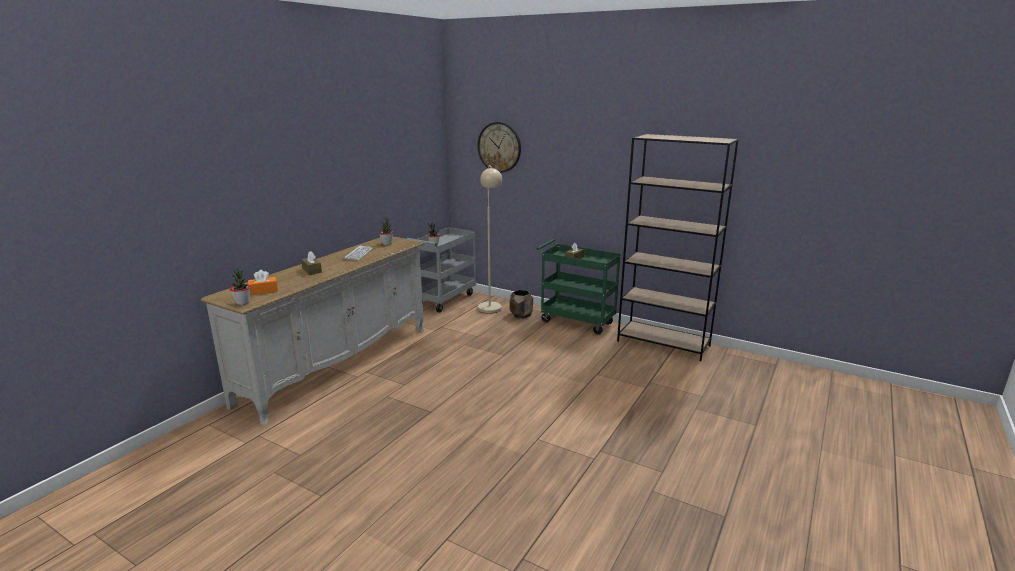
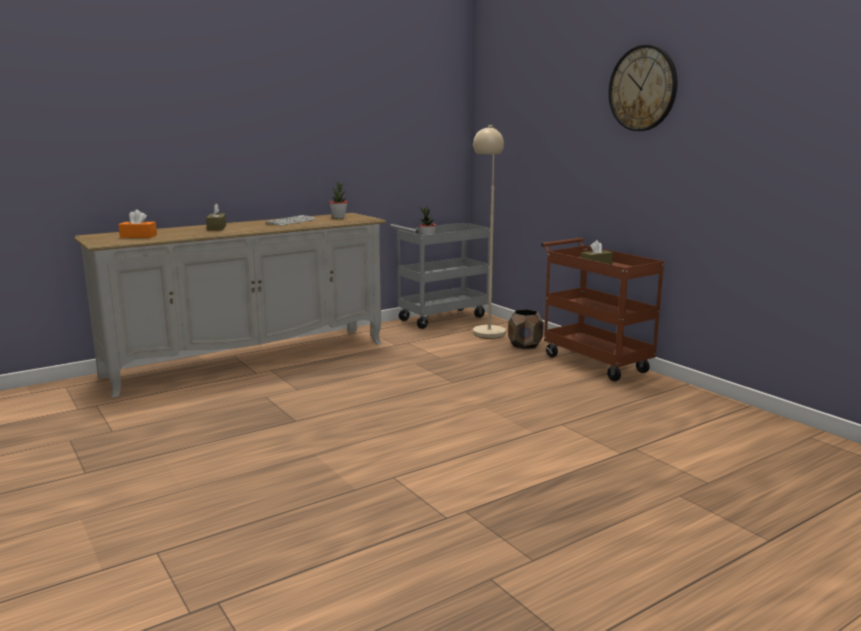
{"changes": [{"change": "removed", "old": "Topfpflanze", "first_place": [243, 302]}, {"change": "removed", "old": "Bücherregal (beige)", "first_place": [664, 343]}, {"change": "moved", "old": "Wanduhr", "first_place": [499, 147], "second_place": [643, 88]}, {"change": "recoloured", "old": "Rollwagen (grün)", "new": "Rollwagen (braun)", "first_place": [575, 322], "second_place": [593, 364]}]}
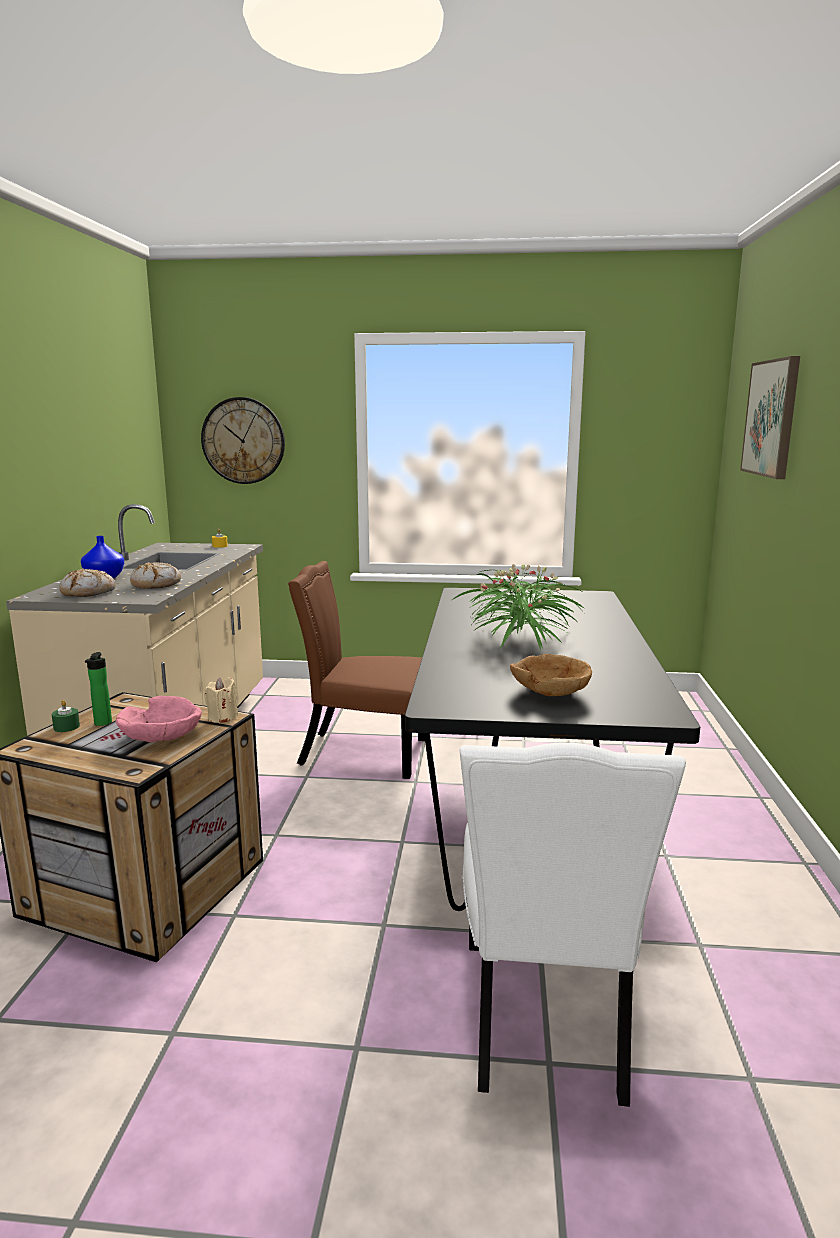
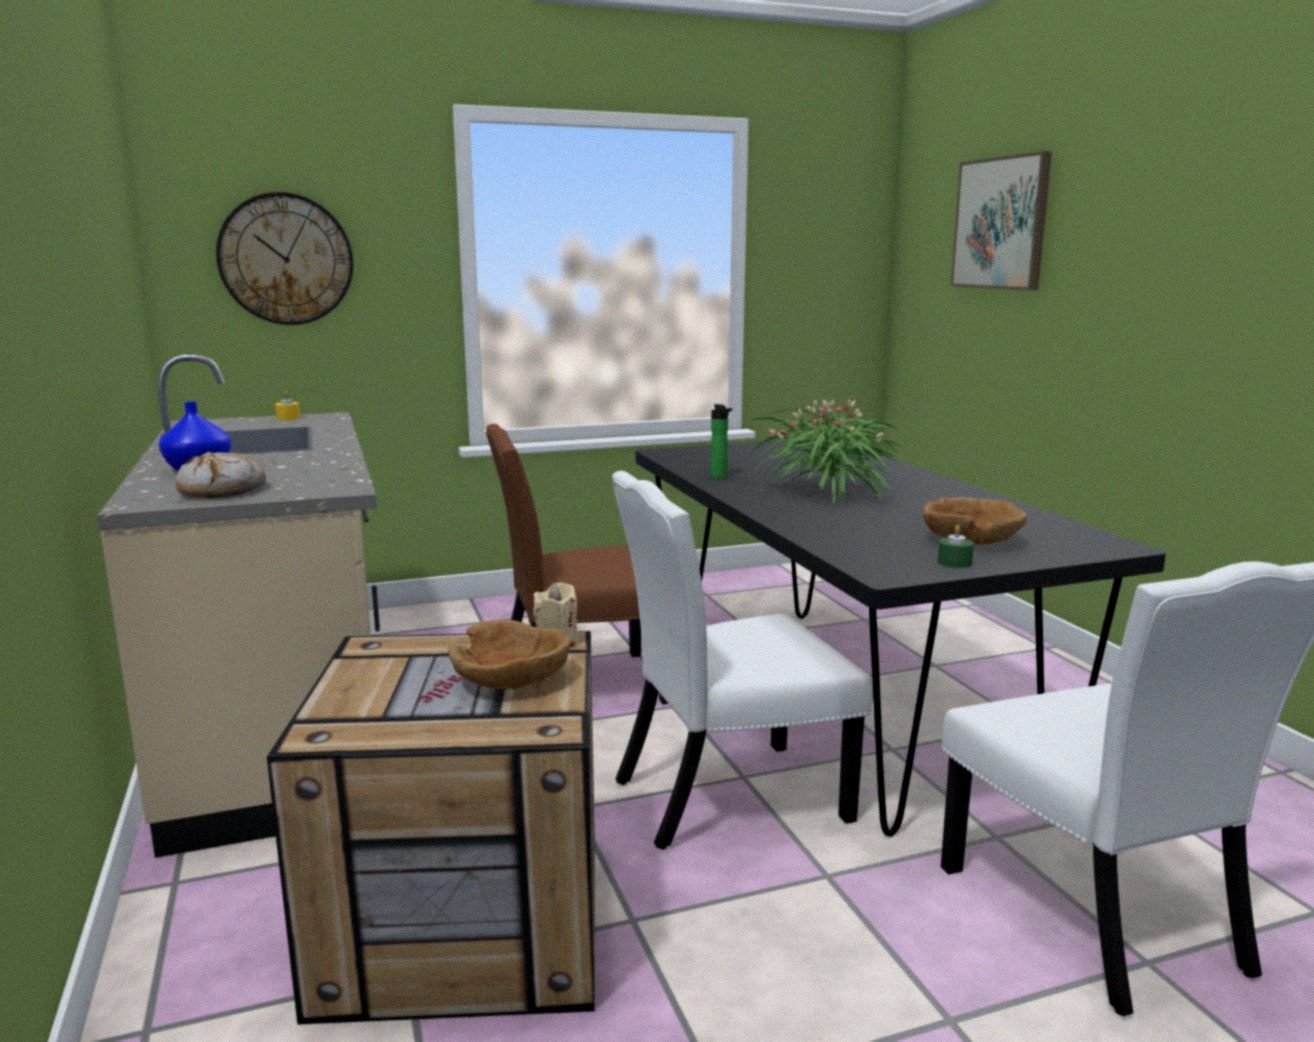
{"changes": [{"change": "removed", "old": "Brot", "first_place": [156, 584]}, {"change": "added", "new": "Stuhl (weiß)", "second_place": [733, 795]}, {"change": "moved", "old": "Kerze (grün)", "first_place": [66, 727], "second_place": [954, 562]}, {"change": "moved", "old": "Flasche", "first_place": [102, 724], "second_place": [720, 477]}, {"change": "recoloured", "old": "Schüssel (rosa)", "new": "Schüssel (braun)", "first_place": [162, 736], "second_place": [512, 679]}]}
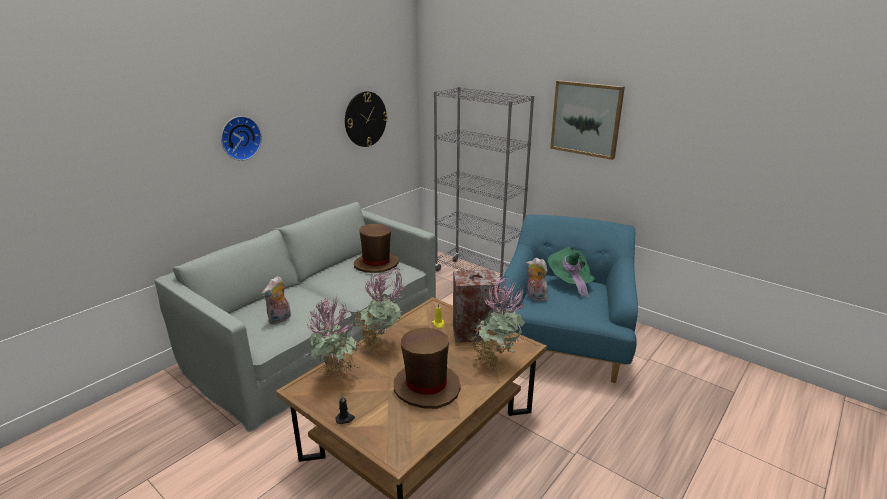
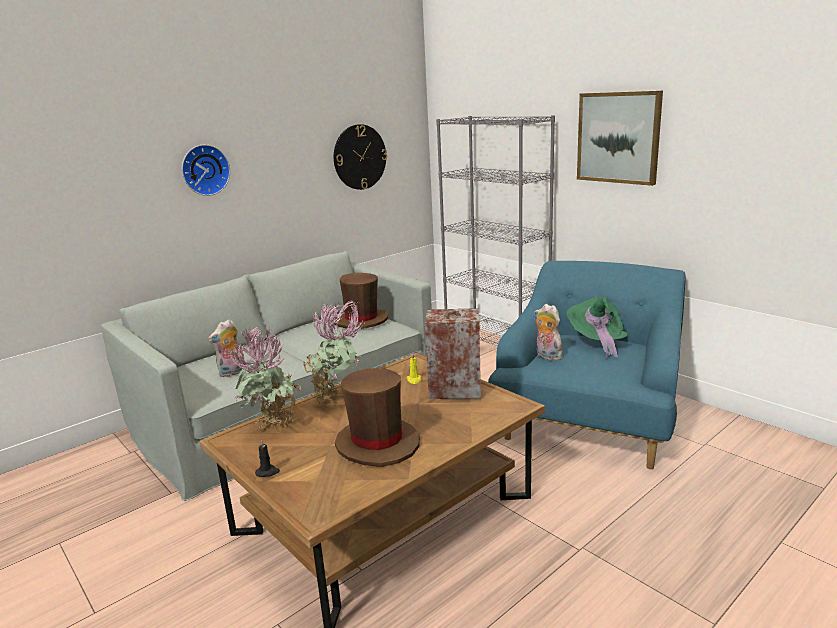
{"changes": [{"change": "removed", "old": "Topfpflanze", "first_place": [495, 361]}]}
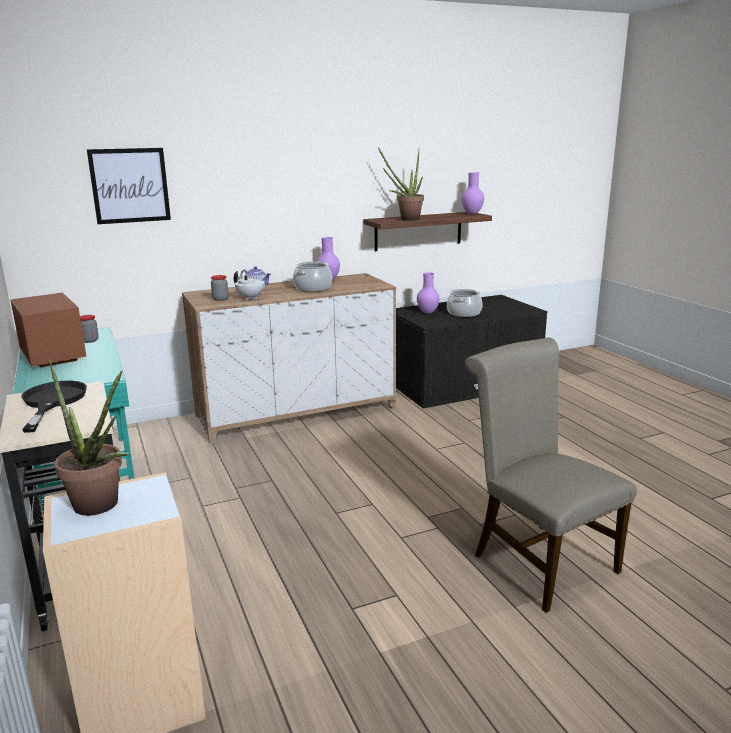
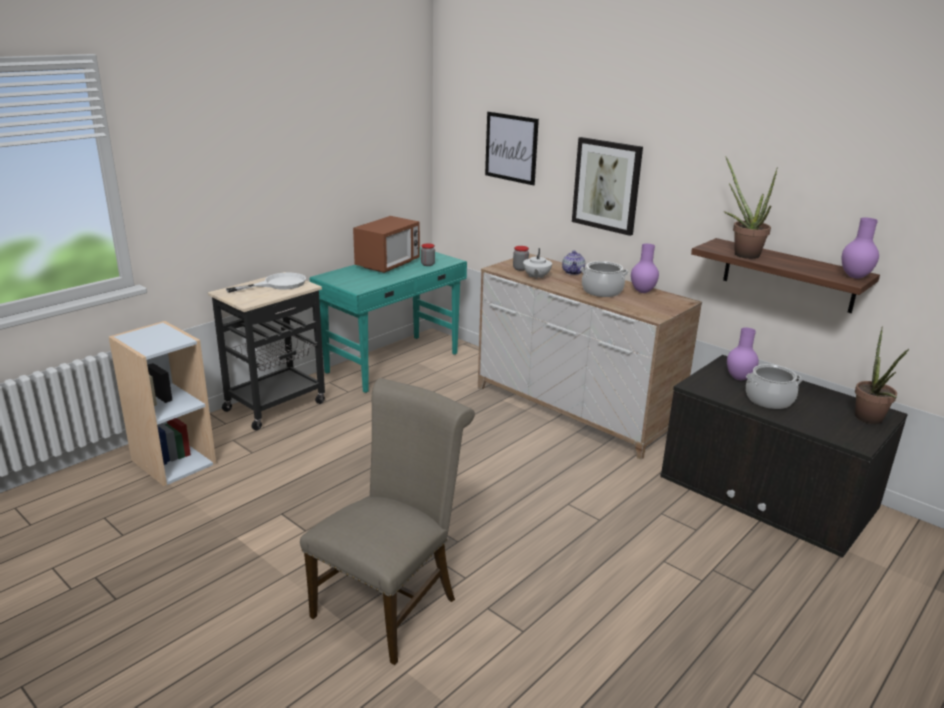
{"changes": [{"change": "added", "new": "Bild", "second_place": [607, 185]}, {"change": "moved", "old": "Topfpflanze", "first_place": [102, 507], "second_place": [870, 420]}, {"change": "recoloured", "old": "Pfanne (schwarz)", "new": "Pfanne (weiß)", "first_place": [52, 402], "second_place": [277, 284]}]}
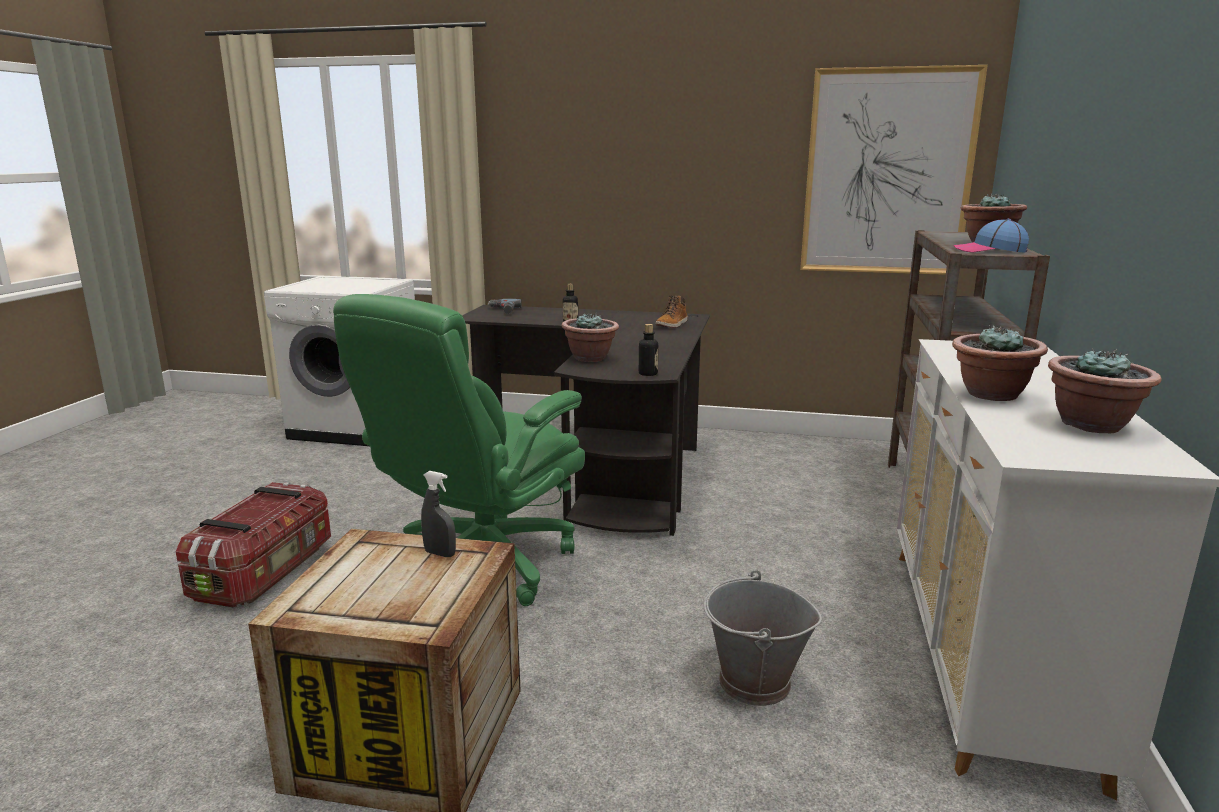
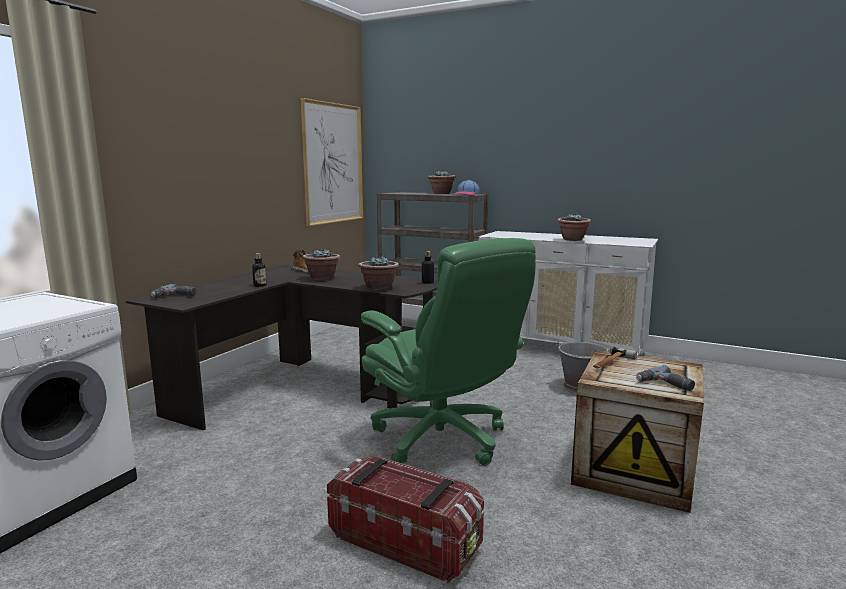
{"changes": [{"change": "added", "new": "Bohrmaschine", "second_place": [665, 385]}, {"change": "moved", "old": "Topfpflanze", "first_place": [1092, 425], "second_place": [322, 278]}, {"change": "replaced", "old": "Sprühflasche (grau)", "new": "Hammer", "first_place": [440, 554], "second_place": [611, 363]}]}
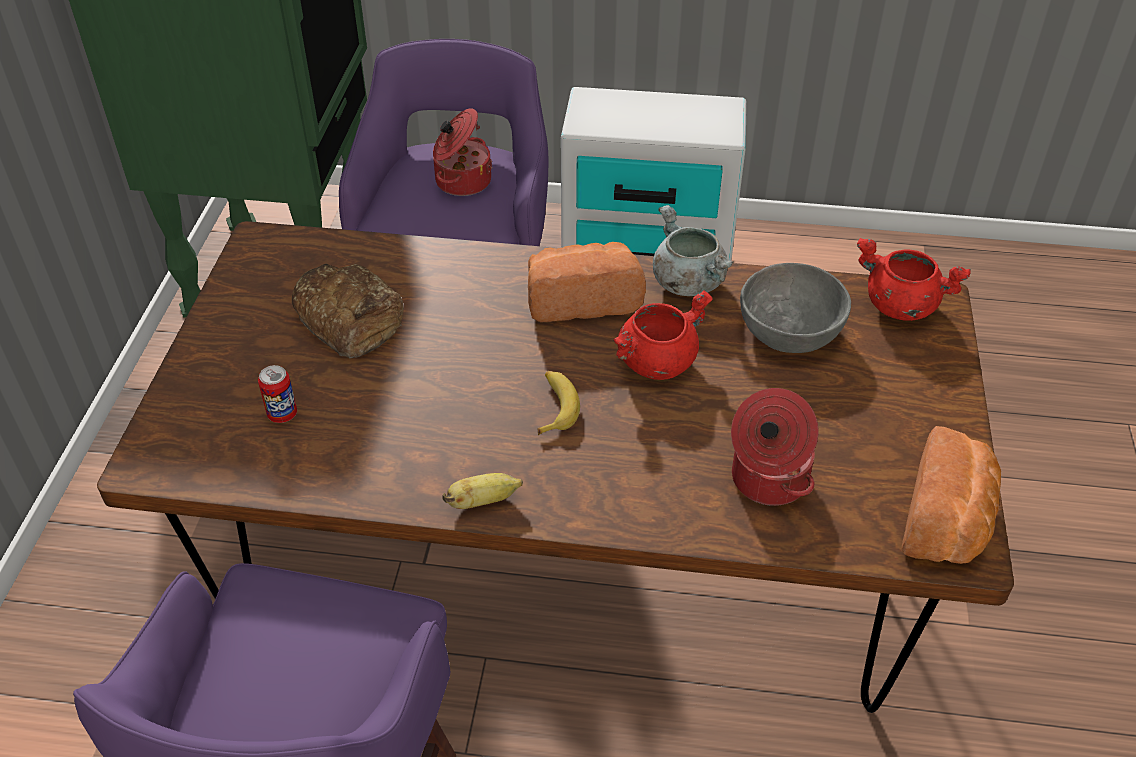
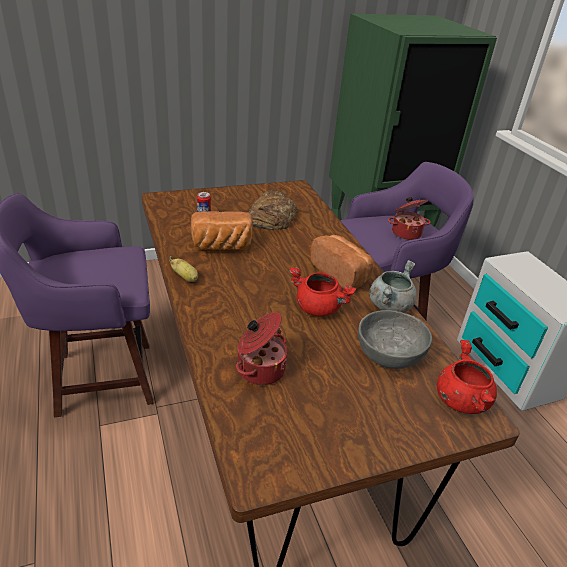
{"changes": [{"change": "removed", "old": "Banane", "first_place": [554, 407]}, {"change": "moved", "old": "Brot", "first_place": [947, 521], "second_place": [221, 247]}]}
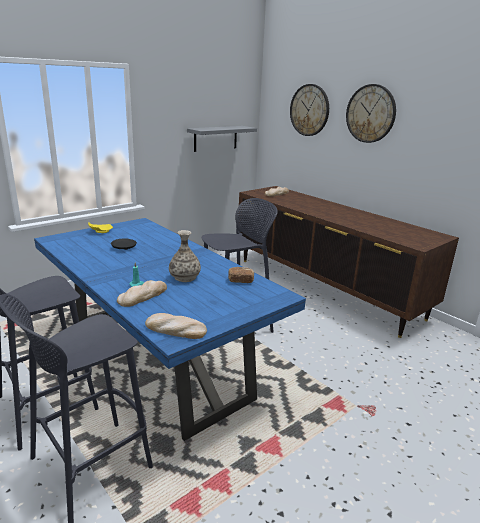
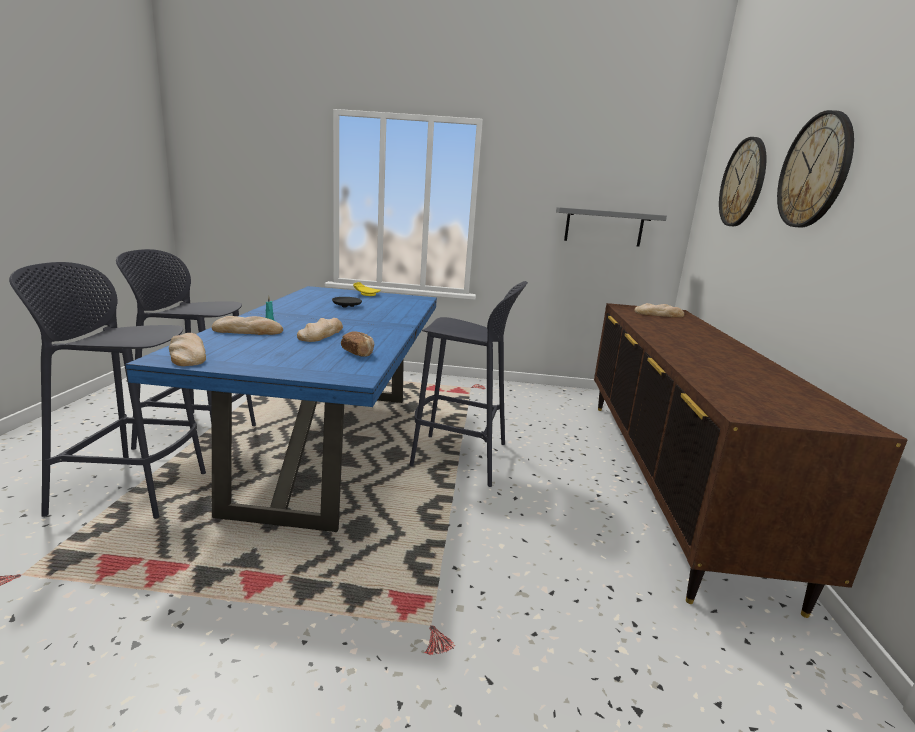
{"changes": [{"change": "replaced", "old": "Vase", "new": "Brot", "first_place": [185, 277], "second_place": [321, 334]}]}
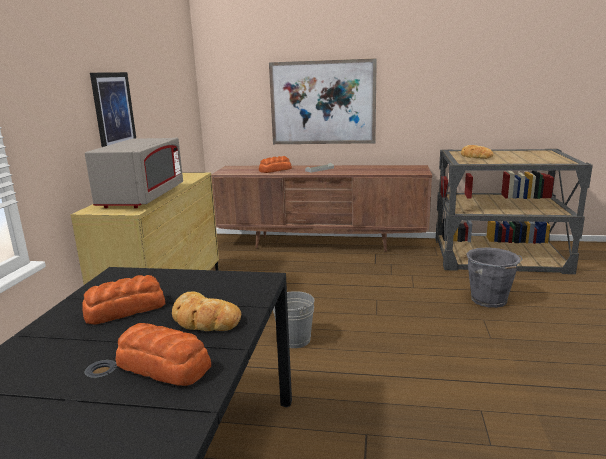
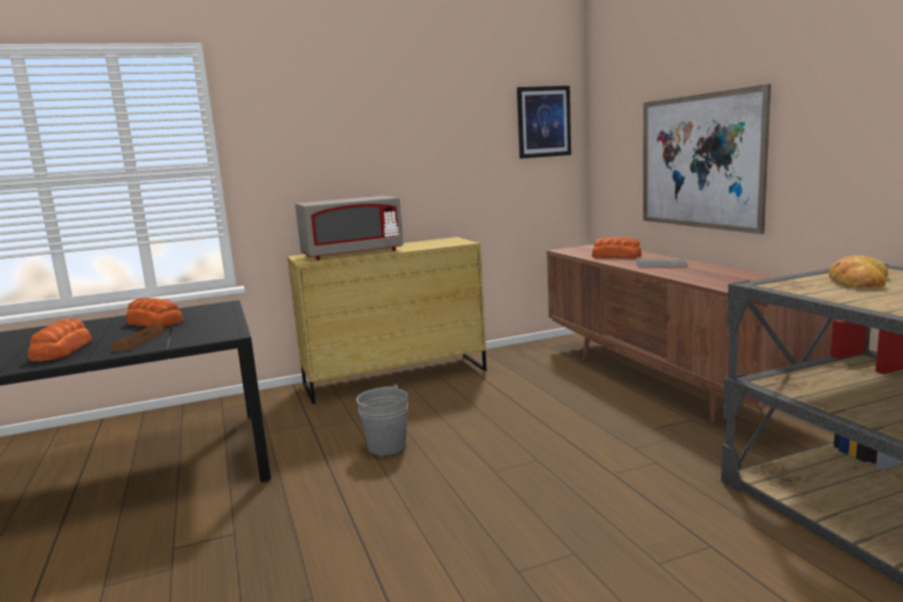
{"changes": [{"change": "removed", "old": "Eimer (grau)", "first_place": [489, 300]}, {"change": "moved", "old": "Bild", "first_place": [113, 111], "second_place": [543, 122]}, {"change": "replaced", "old": "Brot", "new": "Tablett (braun)", "first_place": [204, 319], "second_place": [138, 341]}]}
